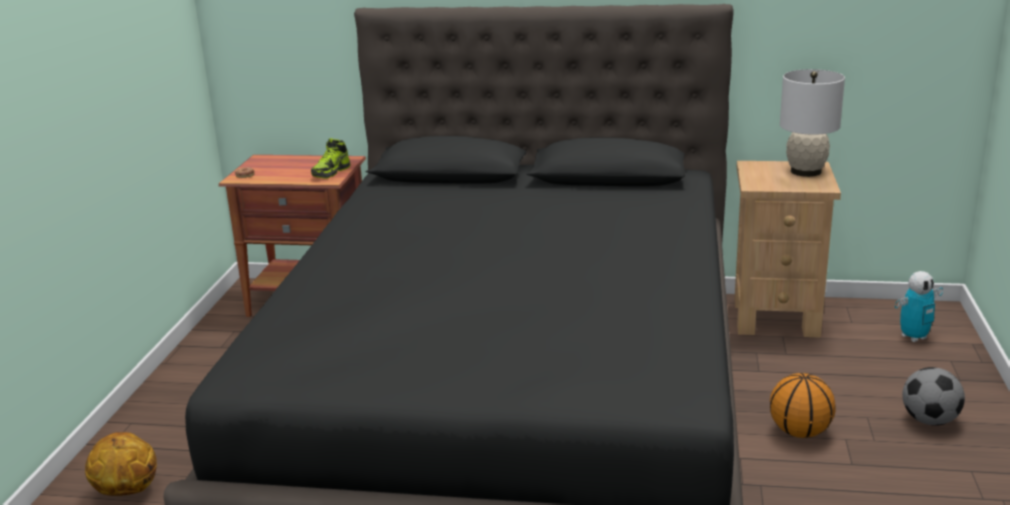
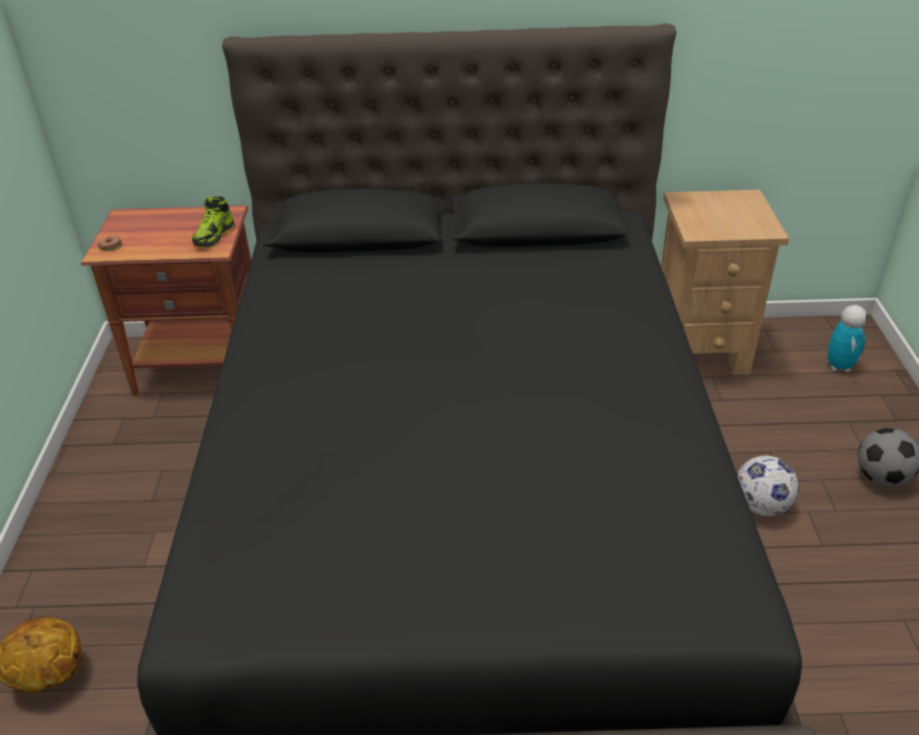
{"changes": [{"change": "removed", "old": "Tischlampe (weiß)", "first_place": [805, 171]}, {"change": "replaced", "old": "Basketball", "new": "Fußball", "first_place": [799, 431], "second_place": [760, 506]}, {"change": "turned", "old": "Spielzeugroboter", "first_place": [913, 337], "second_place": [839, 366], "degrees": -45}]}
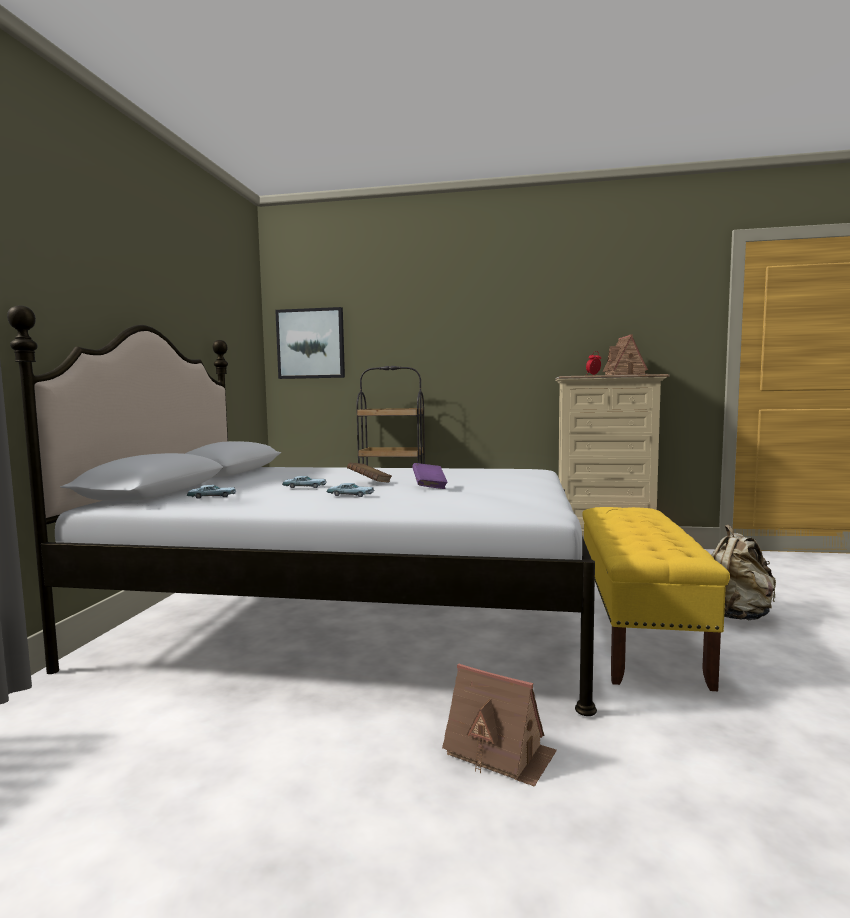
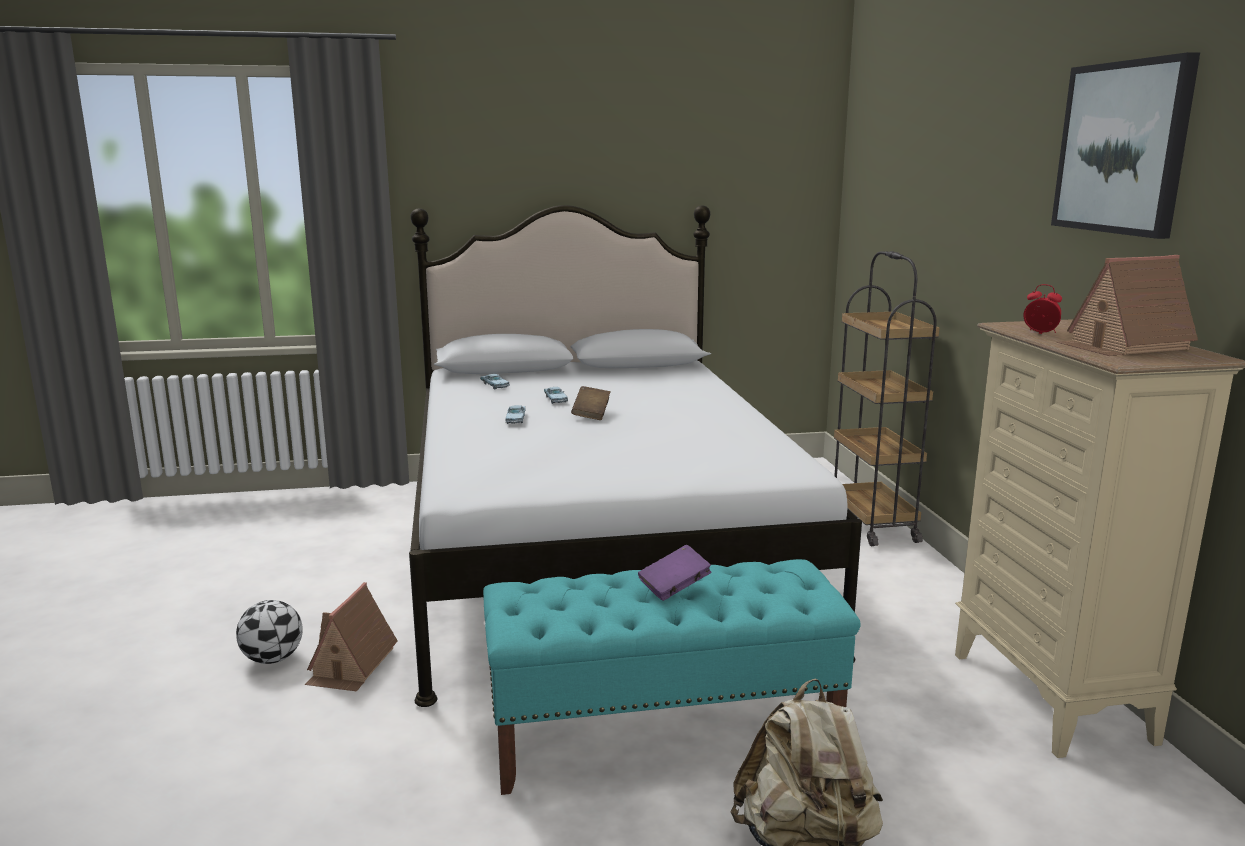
{"changes": [{"change": "added", "new": "Fußball", "second_place": [272, 659]}, {"change": "moved", "old": "Bild", "first_place": [311, 343], "second_place": [1123, 148]}, {"change": "moved", "old": "Buch (lila)", "first_place": [429, 486], "second_place": [674, 587]}, {"change": "recoloured", "old": "Bank (gelb)", "new": "Bank (türkis)", "first_place": [637, 631], "second_place": [664, 735]}]}
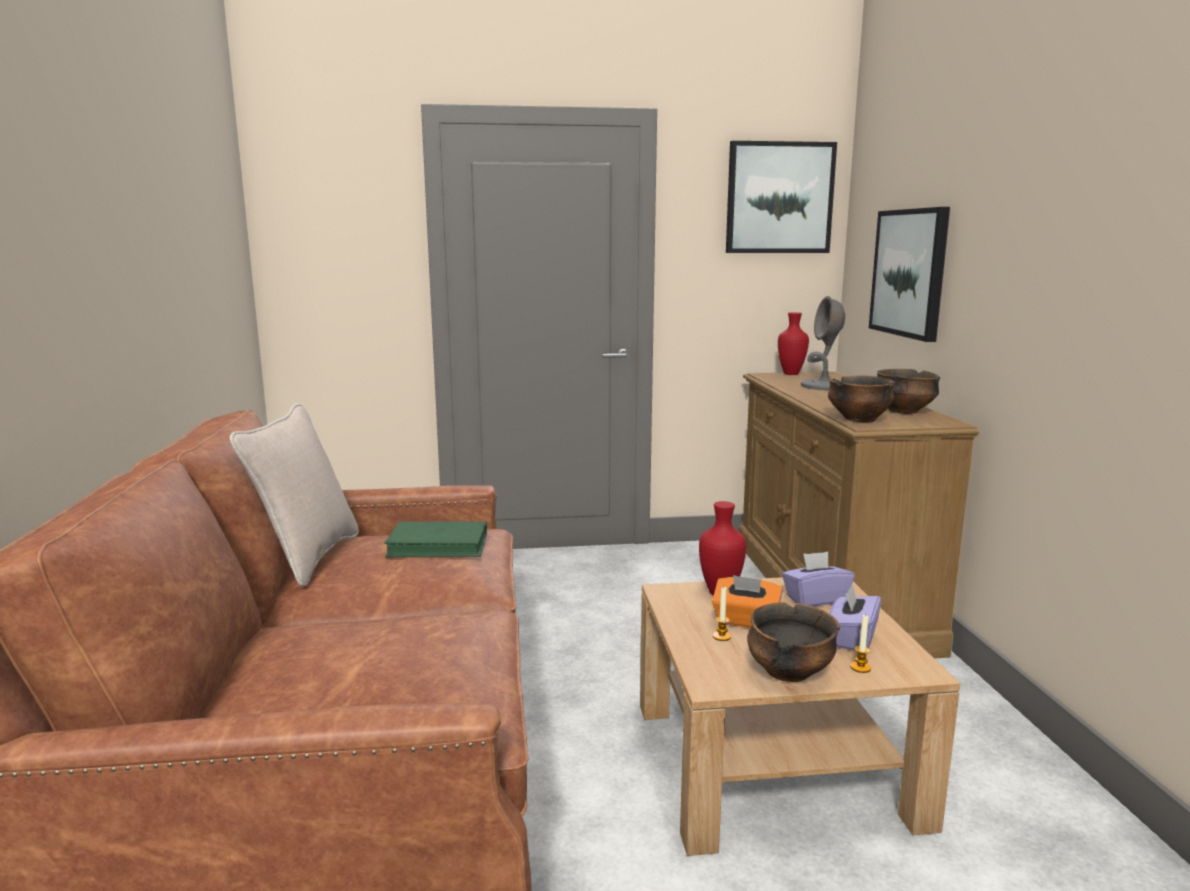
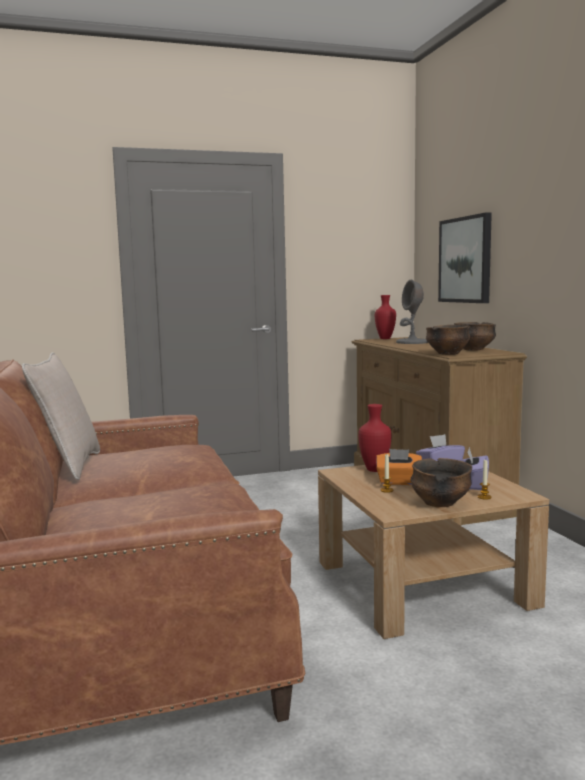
{"changes": [{"change": "removed", "old": "Buch (grün)", "first_place": [439, 545]}, {"change": "removed", "old": "Bild", "first_place": [779, 198]}]}
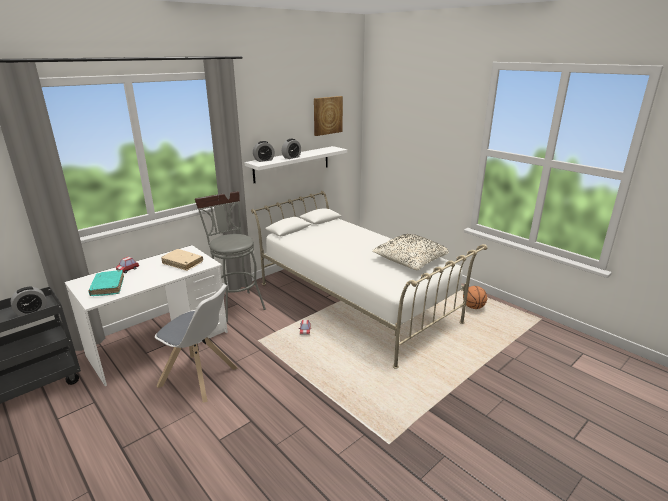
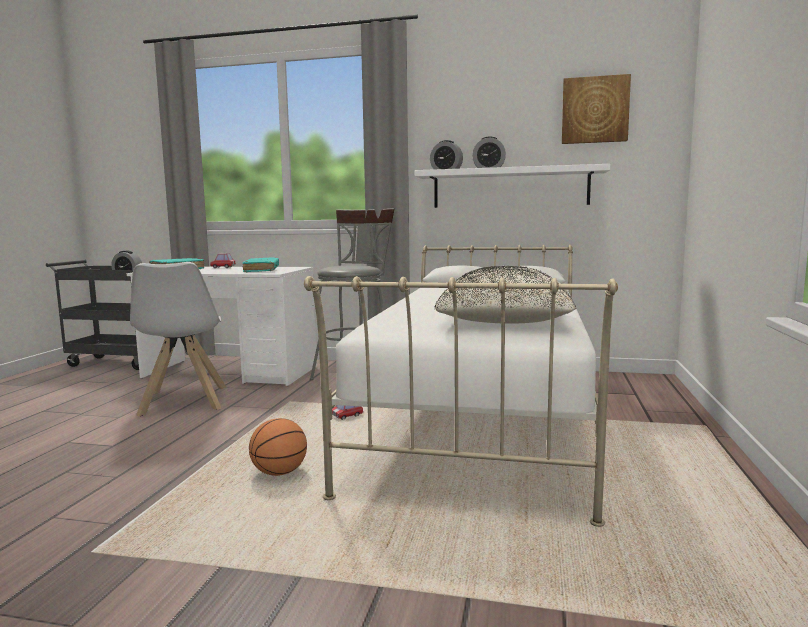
{"changes": [{"change": "moved", "old": "Basketball", "first_place": [473, 307], "second_place": [279, 473]}, {"change": "recoloured", "old": "Buch (beige)", "new": "Buch (türkis)", "first_place": [182, 263], "second_place": [261, 270]}]}
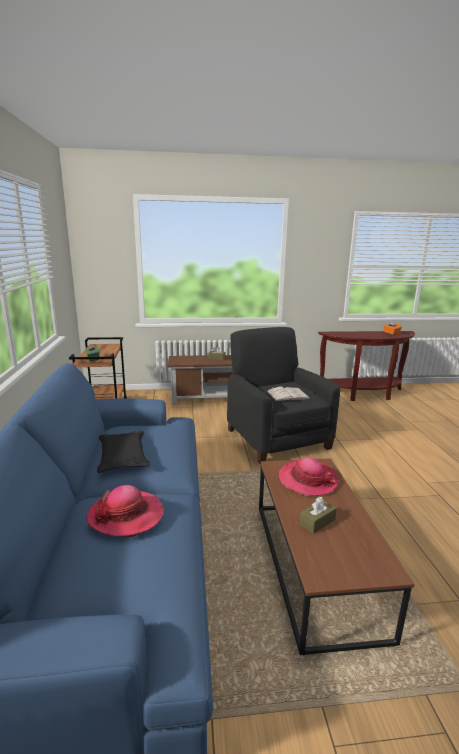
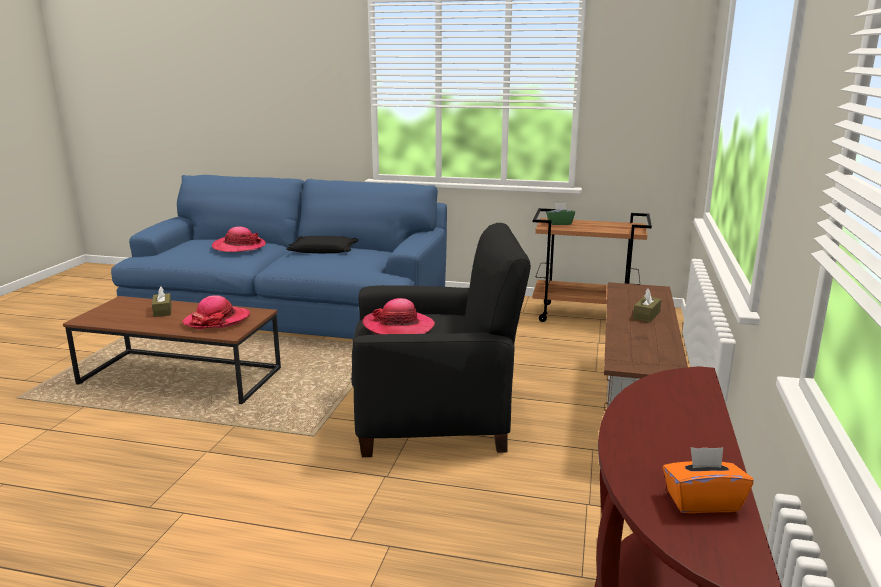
{"changes": [{"change": "replaced", "old": "Buch (weiß)", "new": "Hut", "first_place": [288, 395], "second_place": [398, 327]}]}
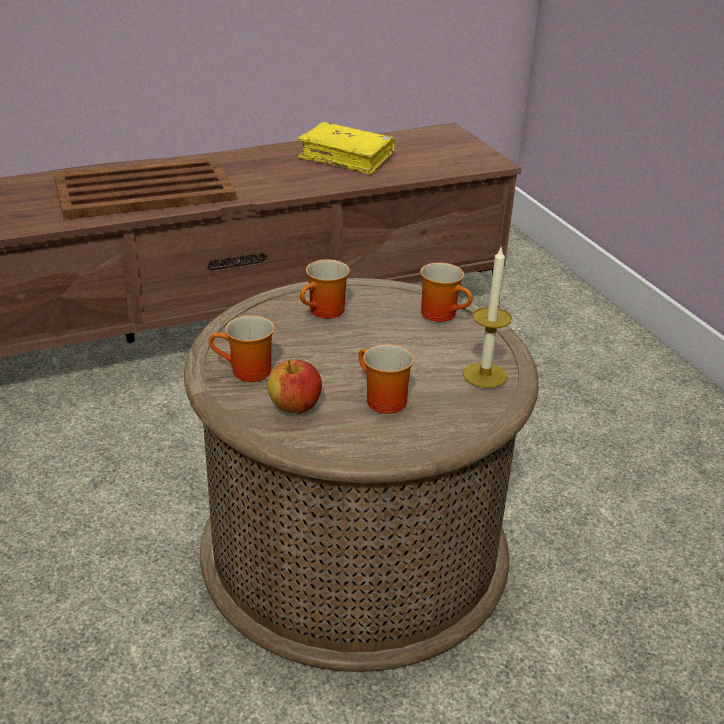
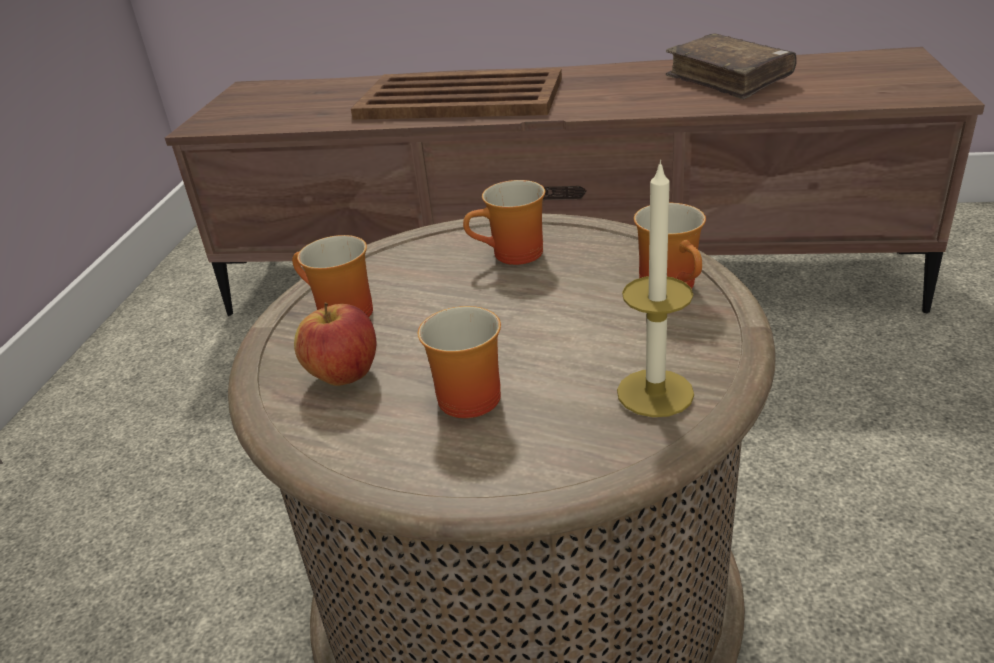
{"changes": [{"change": "recoloured", "old": "Buch (gelb)", "new": "Buch (braun)", "first_place": [346, 158], "second_place": [728, 79]}]}
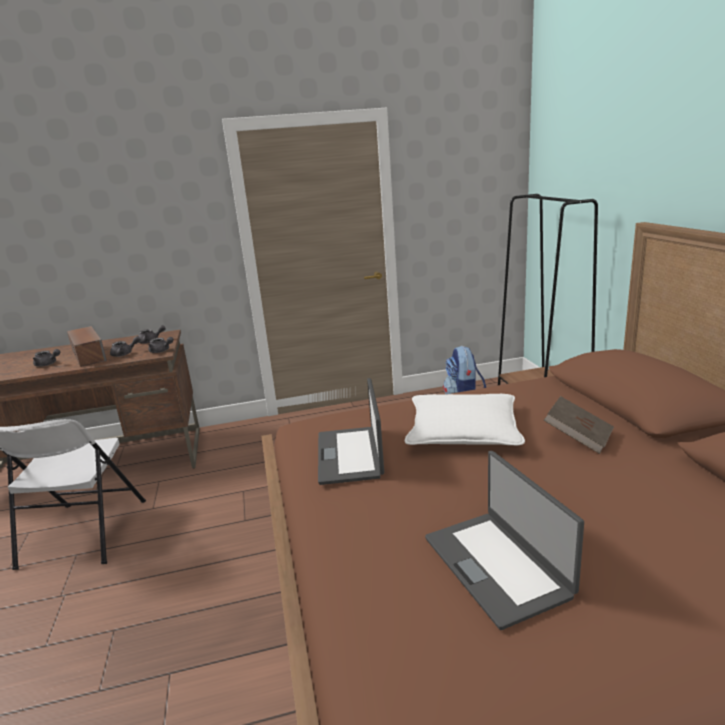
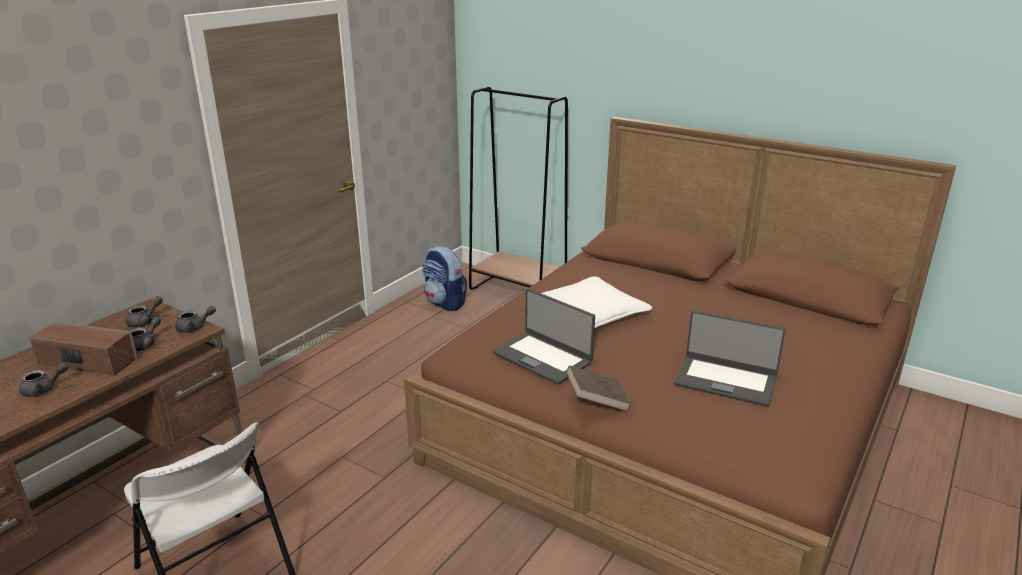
{"changes": [{"change": "moved", "old": "Buch (braun)", "first_place": [578, 437], "second_place": [597, 401]}]}
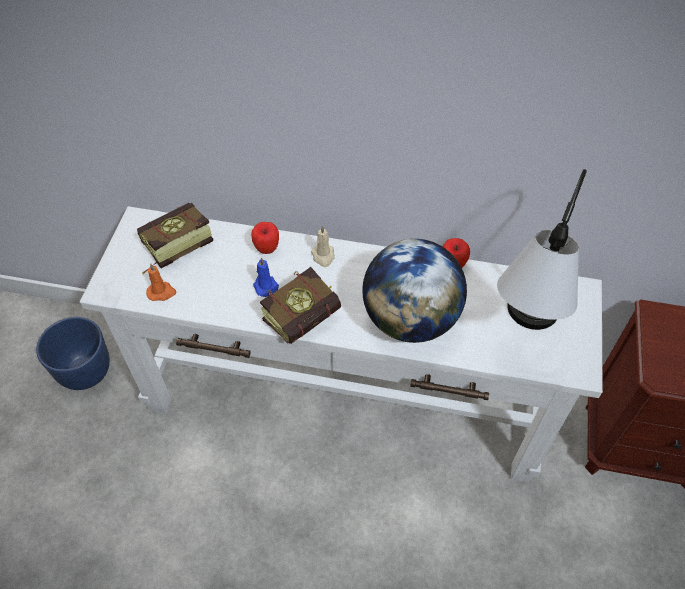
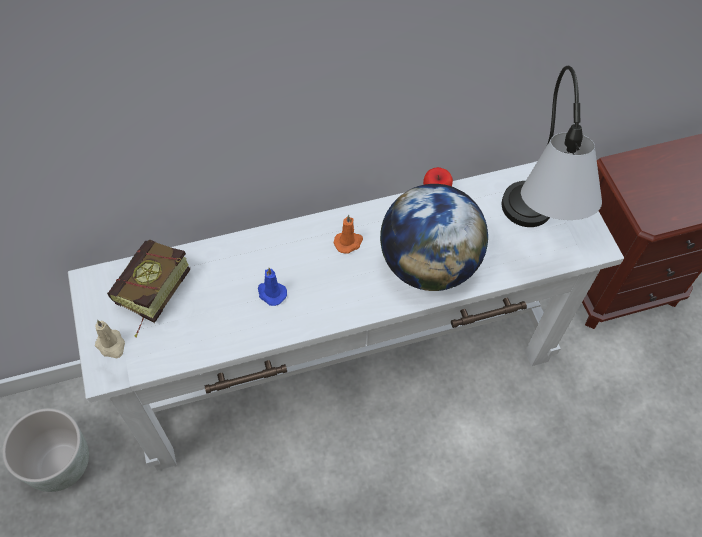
{"changes": [{"change": "removed", "old": "Apfel", "first_place": [267, 250]}, {"change": "removed", "old": "Buch", "first_place": [308, 315]}, {"change": "moved", "old": "Kerze (orange)", "first_place": [162, 292], "second_place": [348, 242]}, {"change": "moved", "old": "Kerze (beige)", "first_place": [323, 256], "second_place": [111, 345]}, {"change": "recoloured", "old": "Pflanzkübel (blau)", "new": "Pflanzkübel (grau)", "first_place": [86, 371], "second_place": [60, 463]}]}
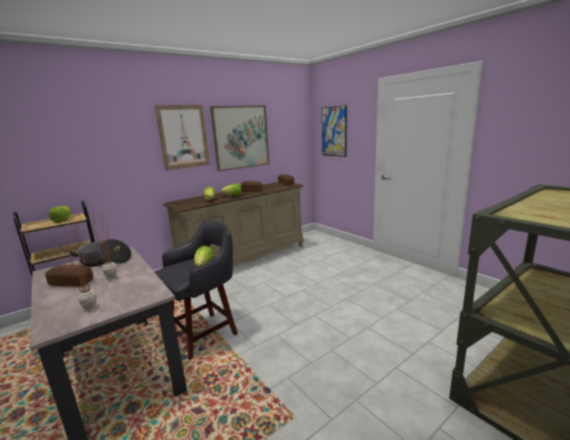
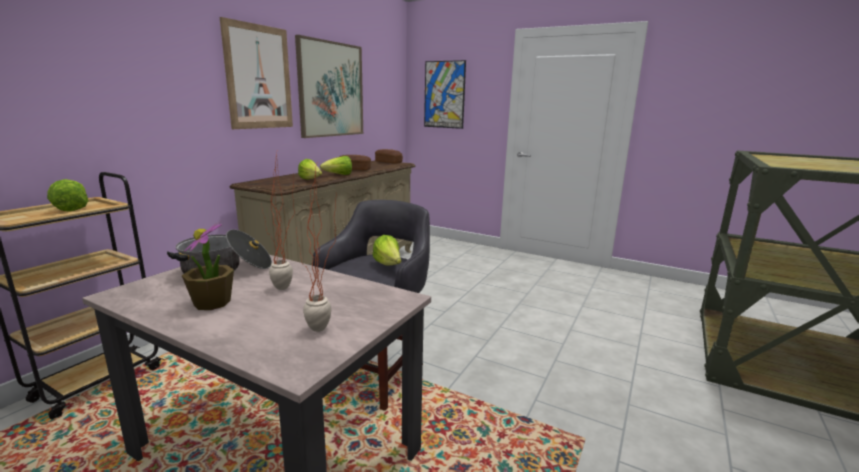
{"changes": [{"change": "replaced", "old": "Brot", "new": "Topfpflanze", "first_place": [71, 283], "second_place": [212, 303]}]}
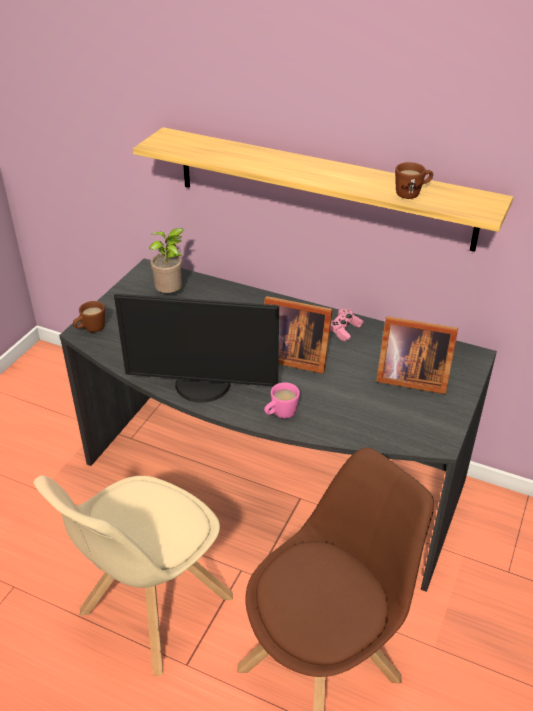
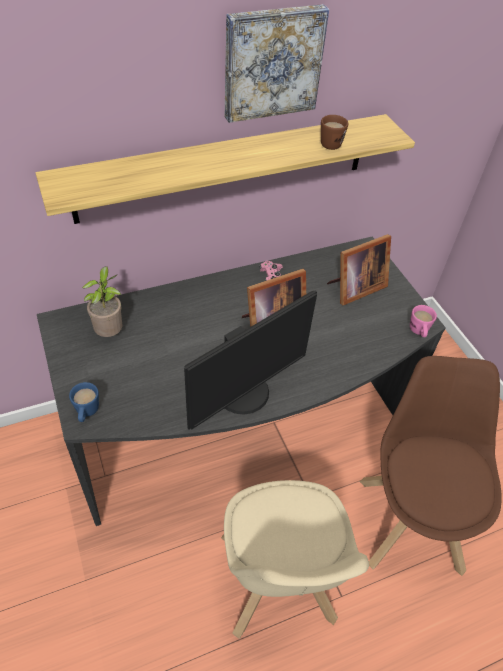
{"changes": [{"change": "added", "new": "Bild", "second_place": [272, 62]}, {"change": "moved", "old": "Henkelbecher (rosa)", "first_place": [280, 414], "second_place": [418, 332]}, {"change": "recoloured", "old": "Henkelbecher (braun)", "new": "Henkelbecher (blau)", "first_place": [90, 329], "second_place": [87, 413]}]}
